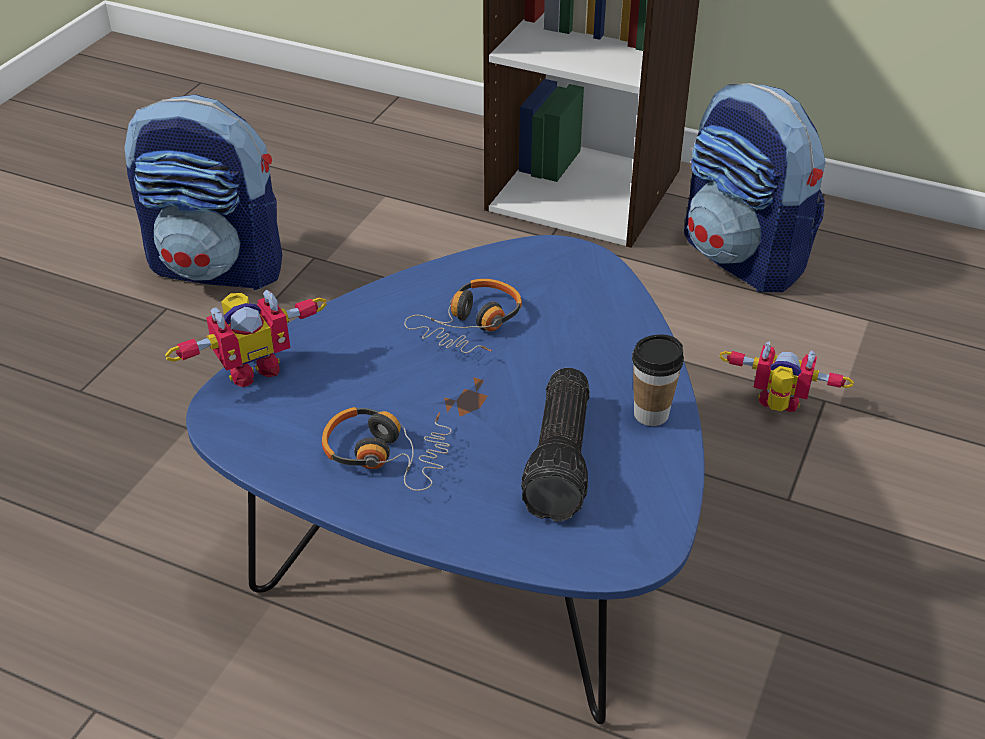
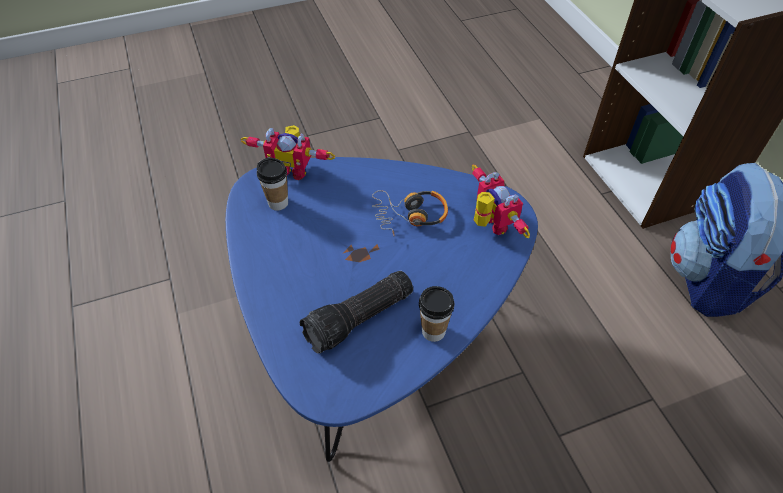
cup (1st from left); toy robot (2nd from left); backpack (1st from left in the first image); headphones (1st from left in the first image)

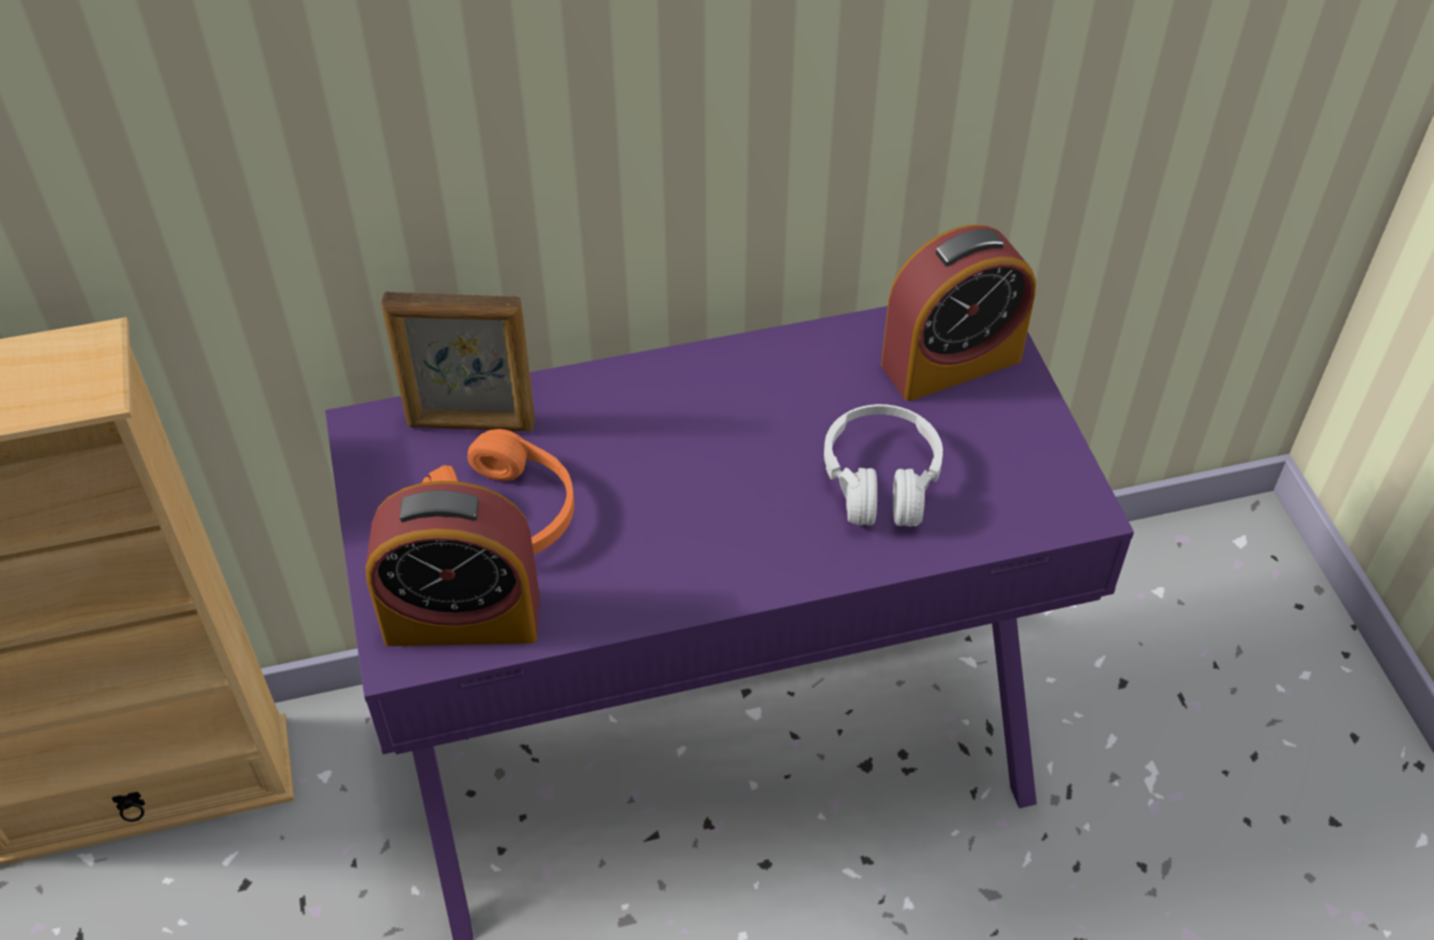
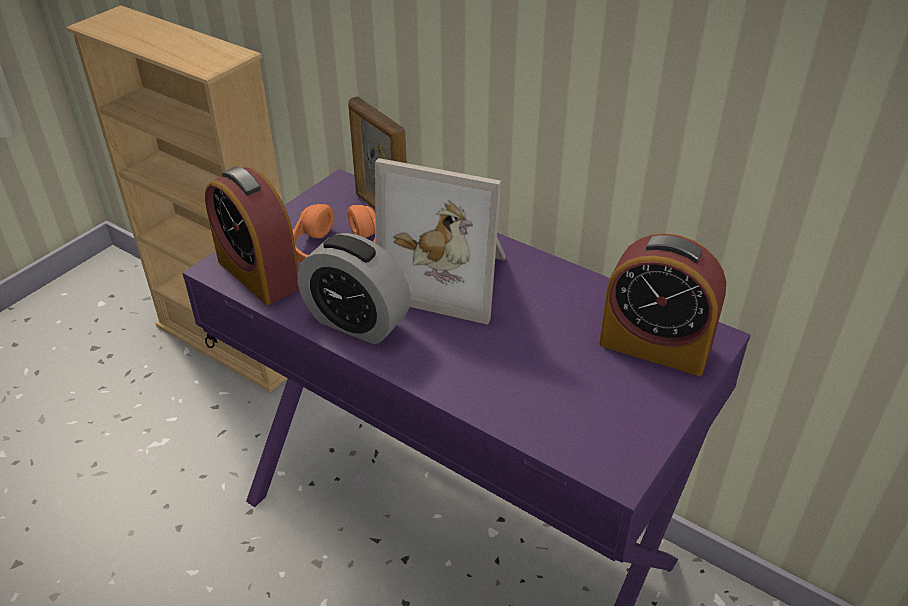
alarm clock (2nd from left); picture frame (2nd from left); white headphones

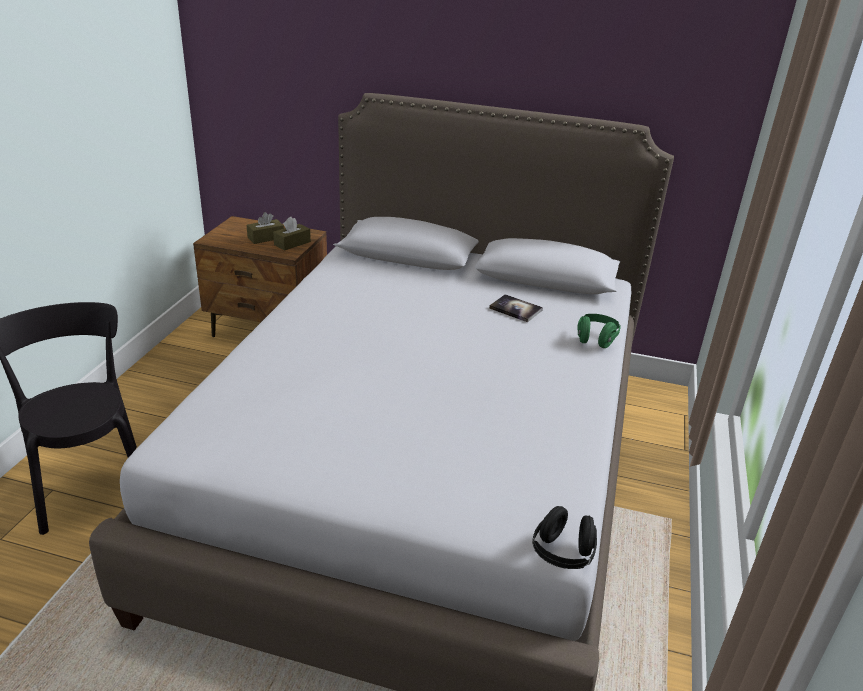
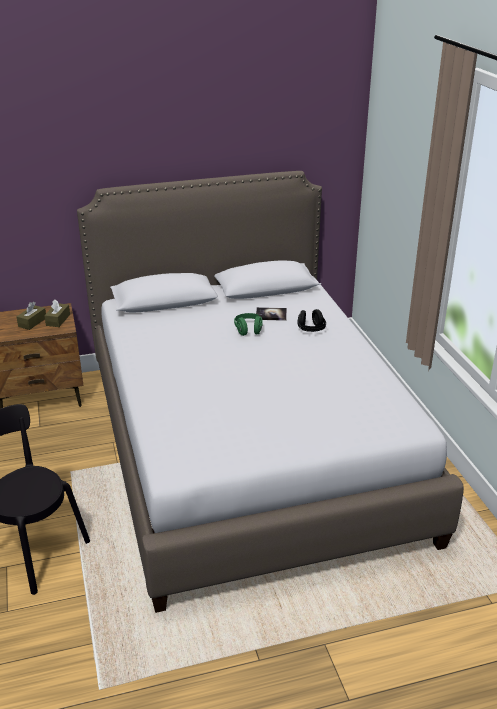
green headphones; black headphones

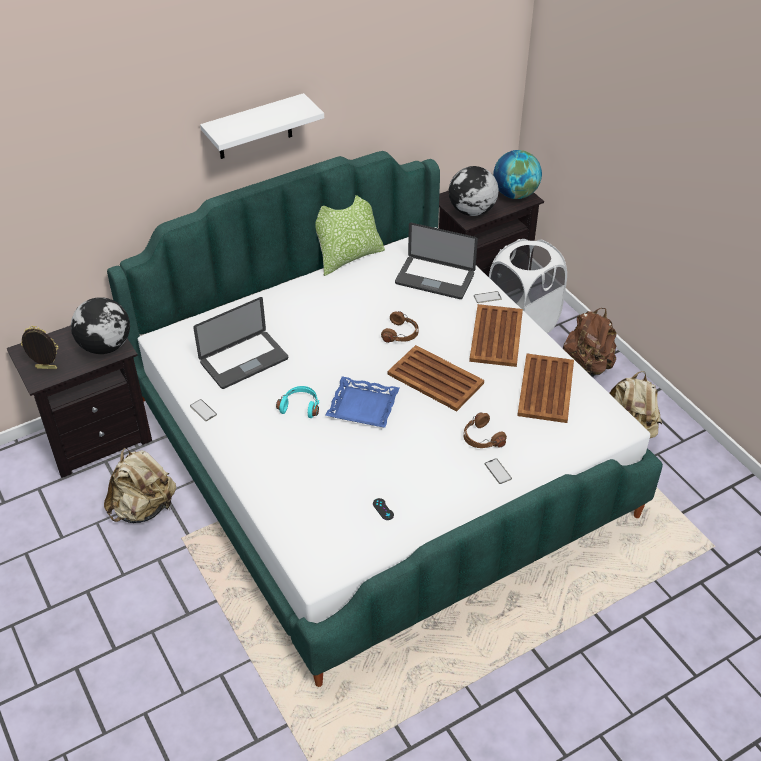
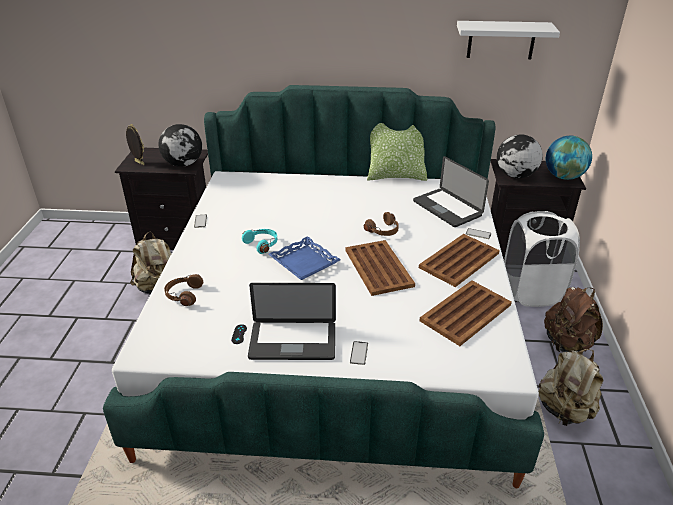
brown headphones (1st from left); laptop (1st from left); white shelf

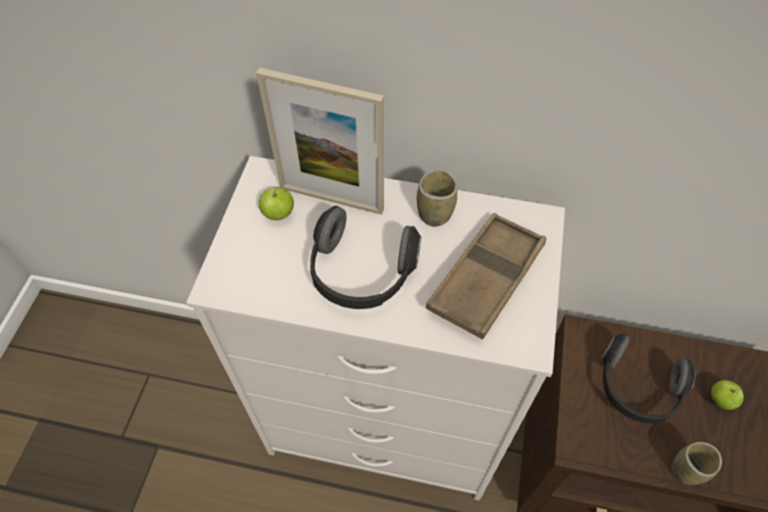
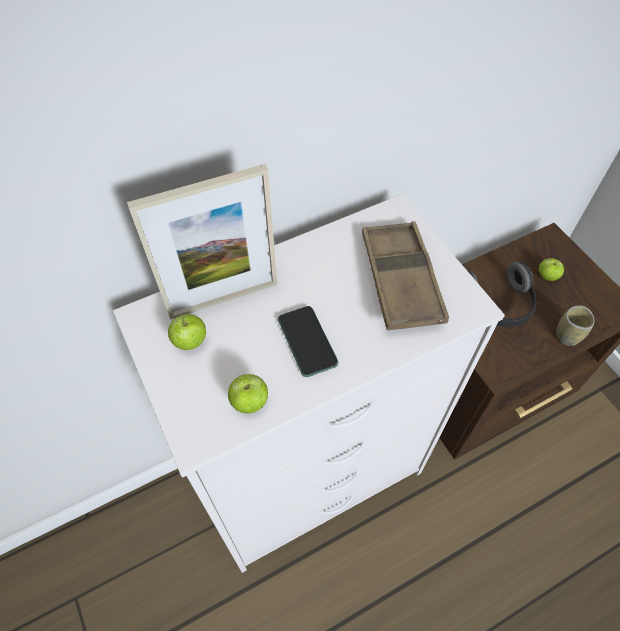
apple (2nd from left); phone; cup (1st from left in the first image)

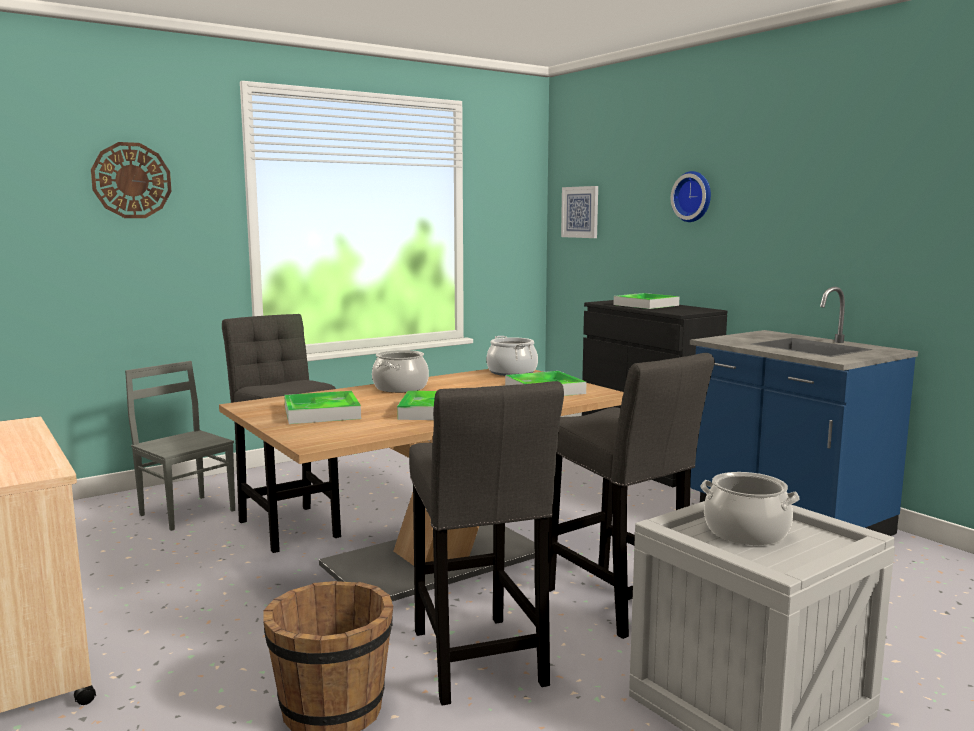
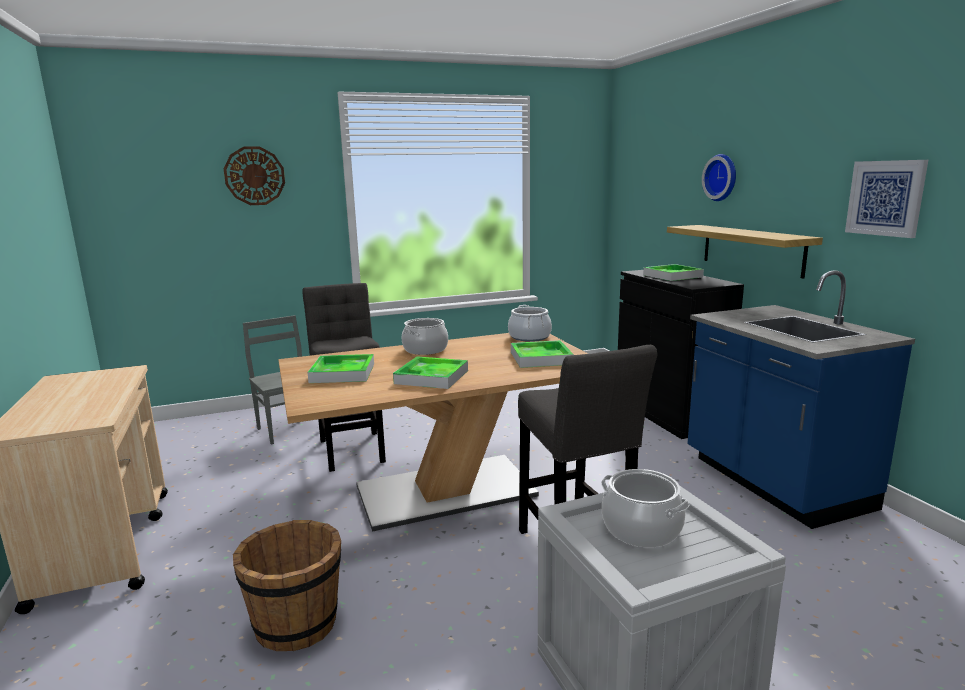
shelf; picture; grey stool (2nd from left in the first image)

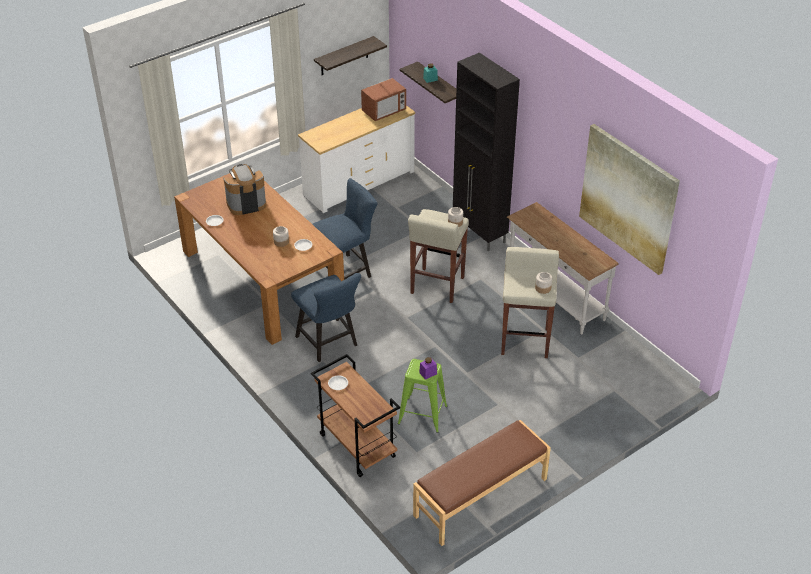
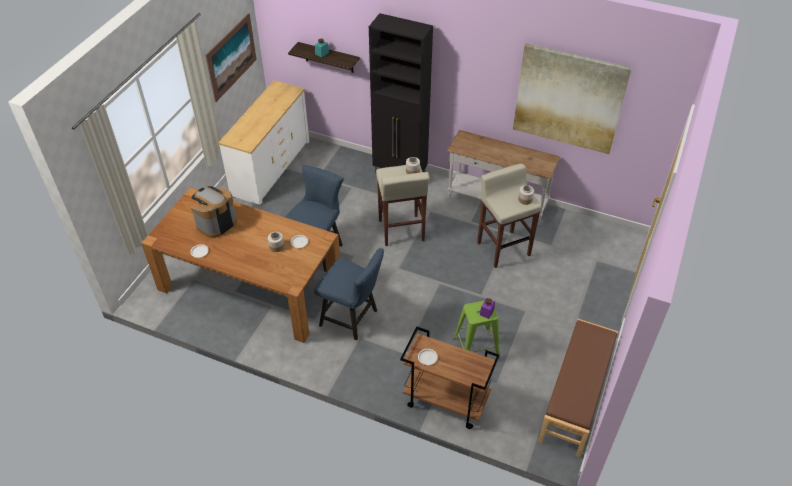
picture (1st from left); microwave

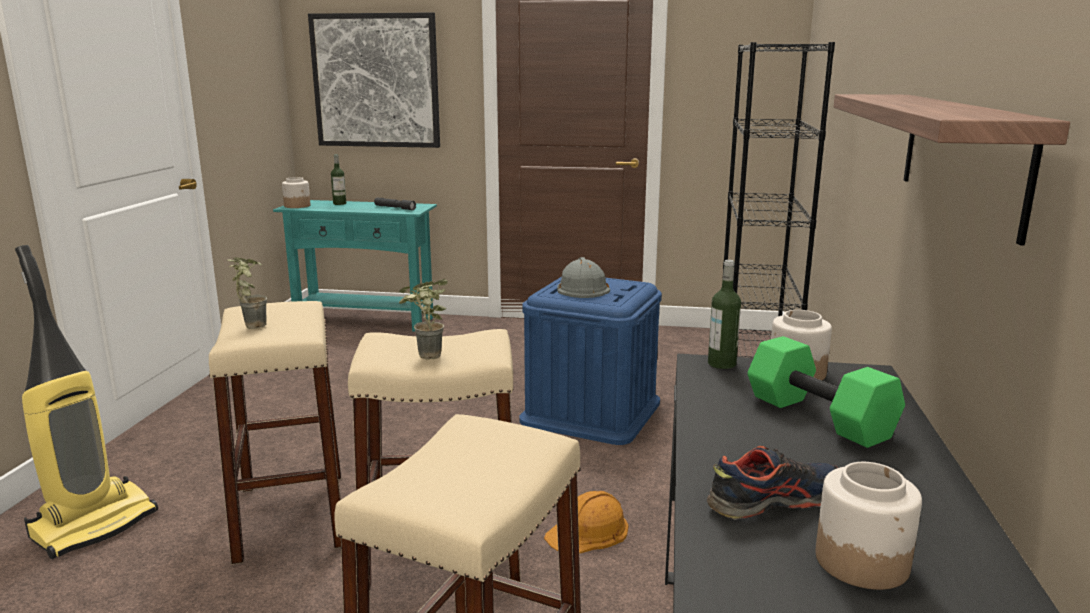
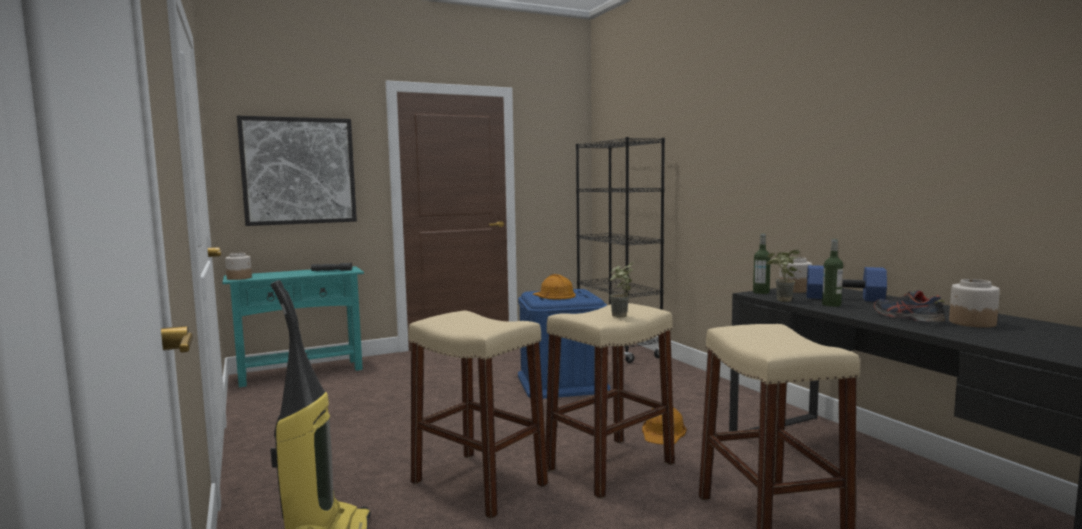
orange hard hat (1st from left); potted plant (2nd from left); blue dumbbell; bottle (2nd from left); shoe; shelf

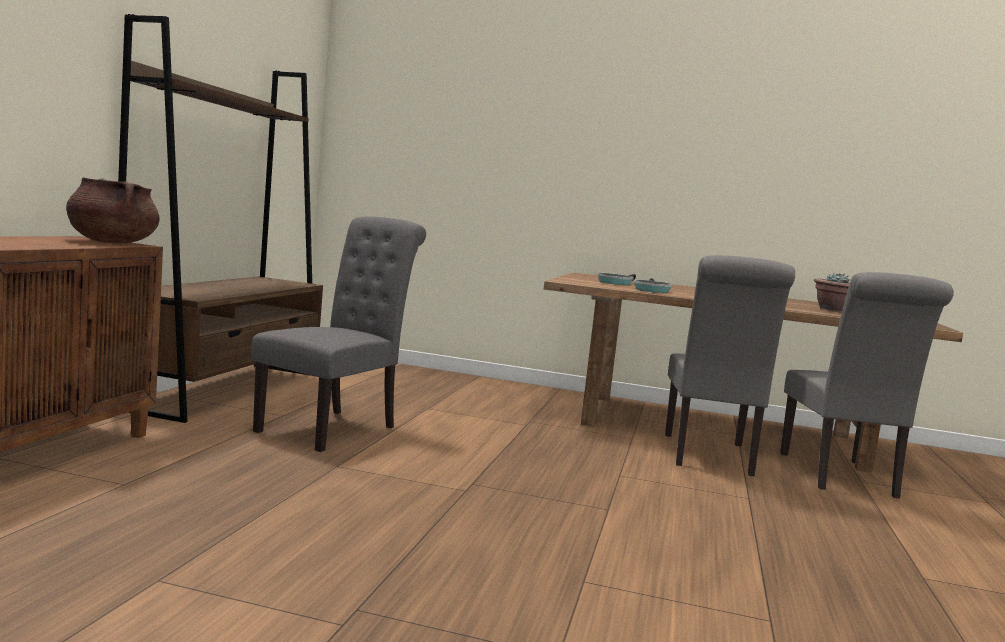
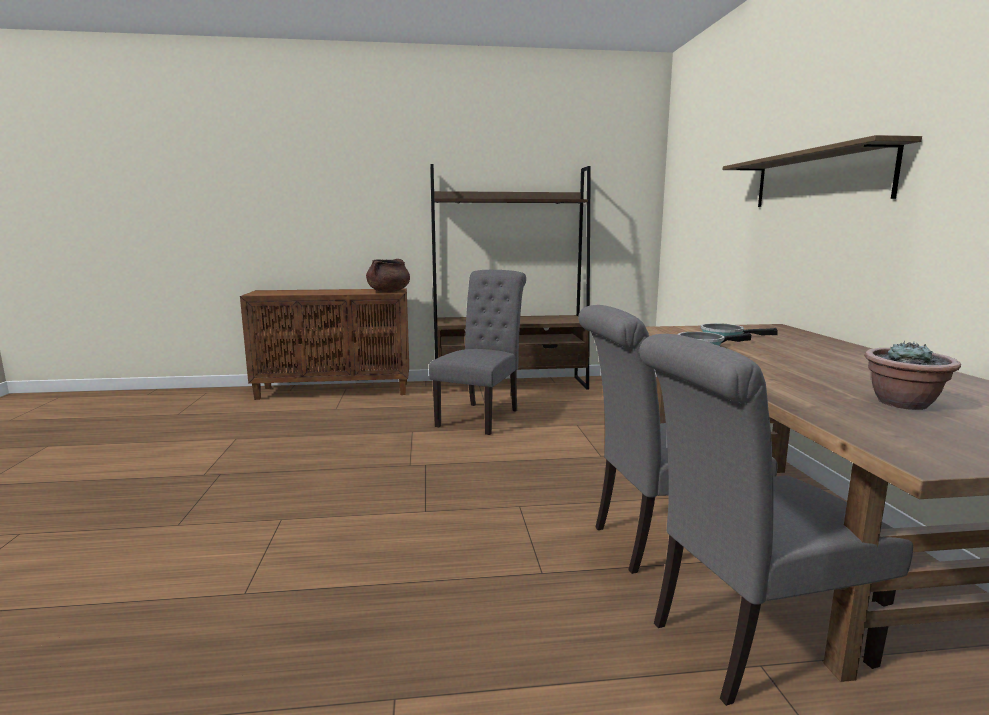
grey chair (1st from left); shelf

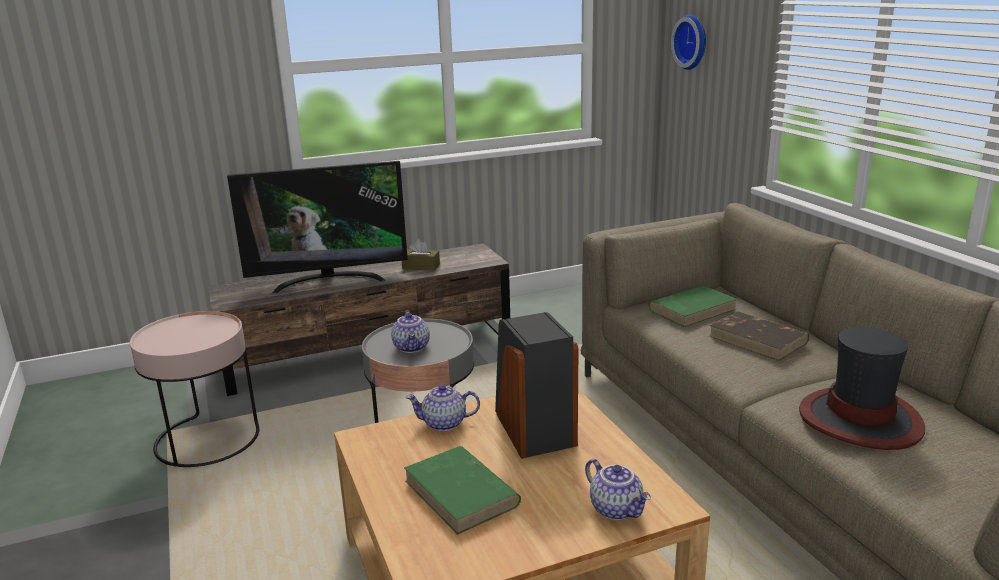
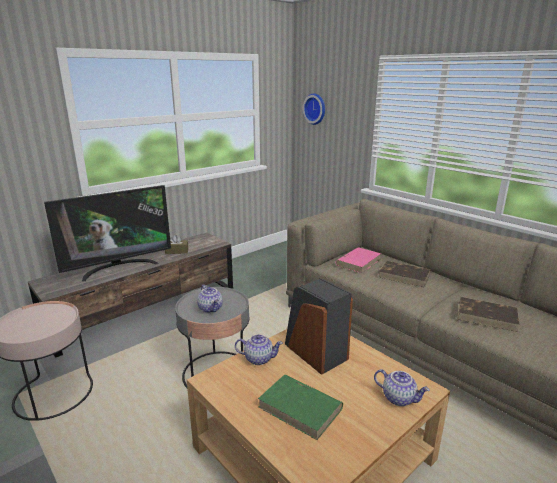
teapot (2nd from left); pink book; brown book (2nd from left)

